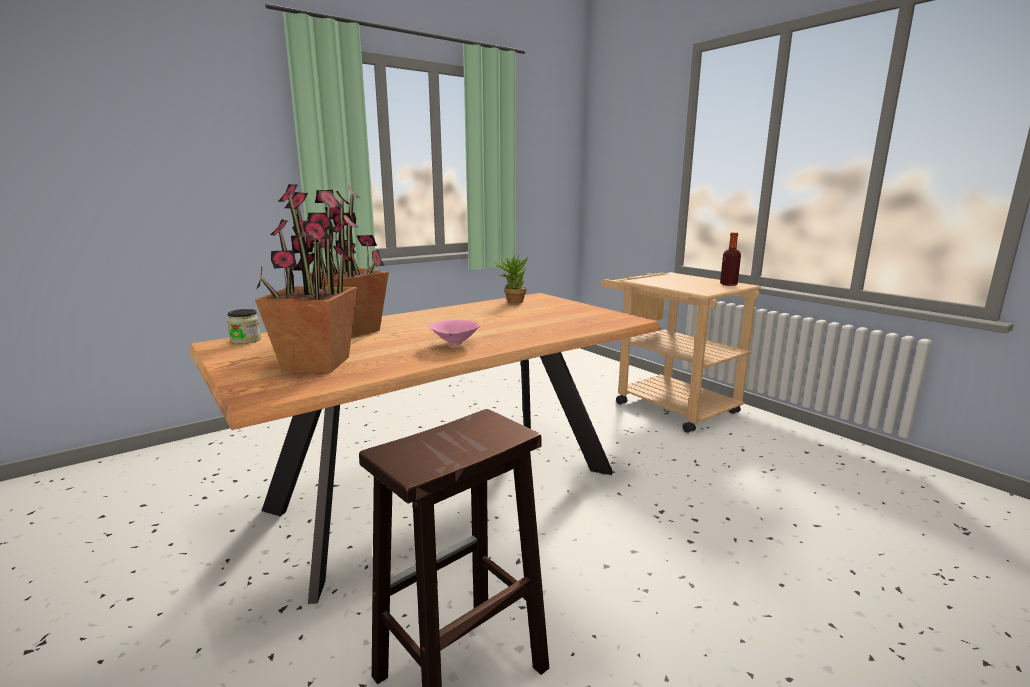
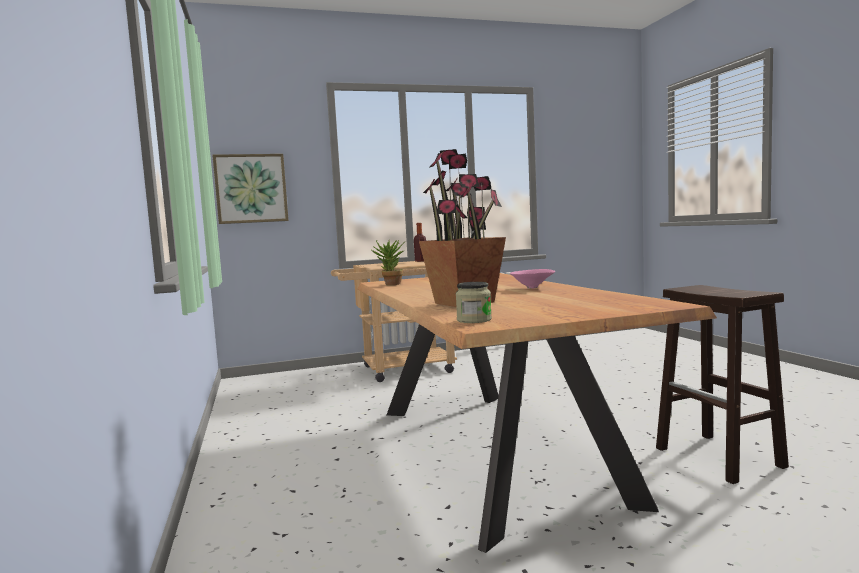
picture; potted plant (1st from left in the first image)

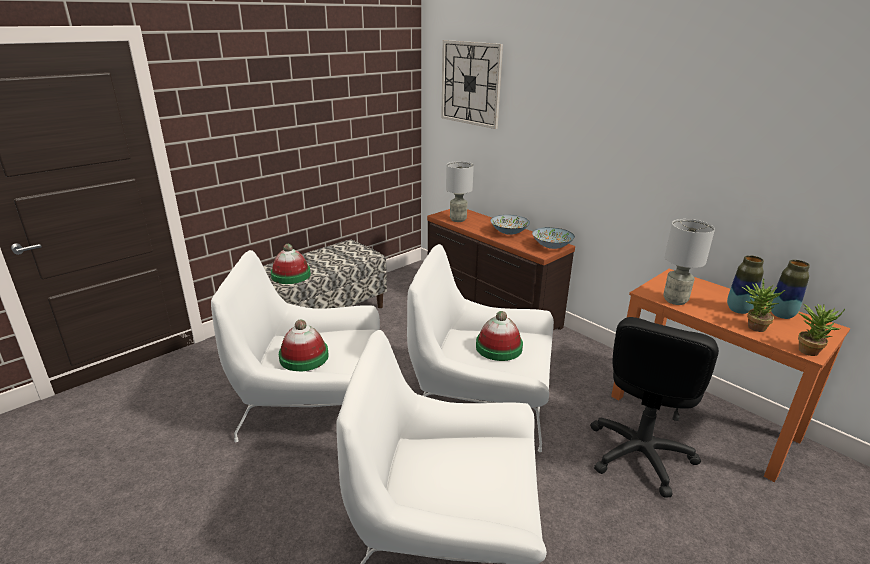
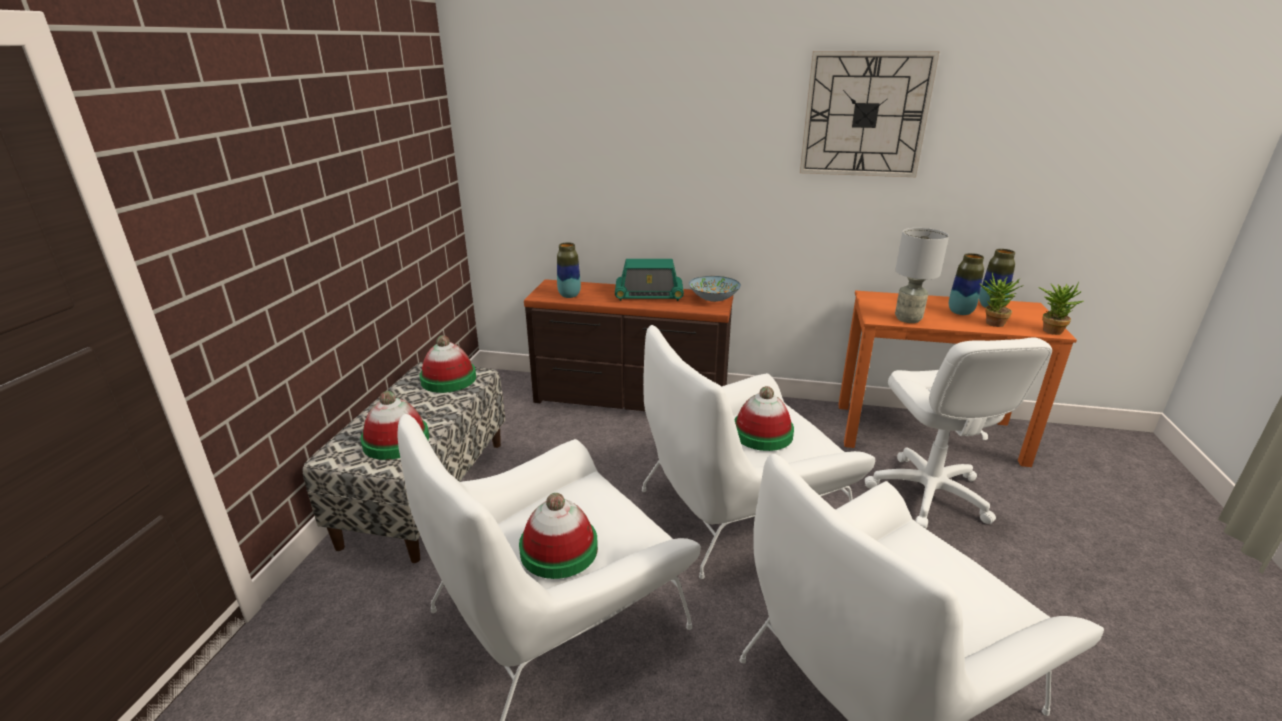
hat (2nd from left); vase (1st from left); radio; wall clock; white office chair

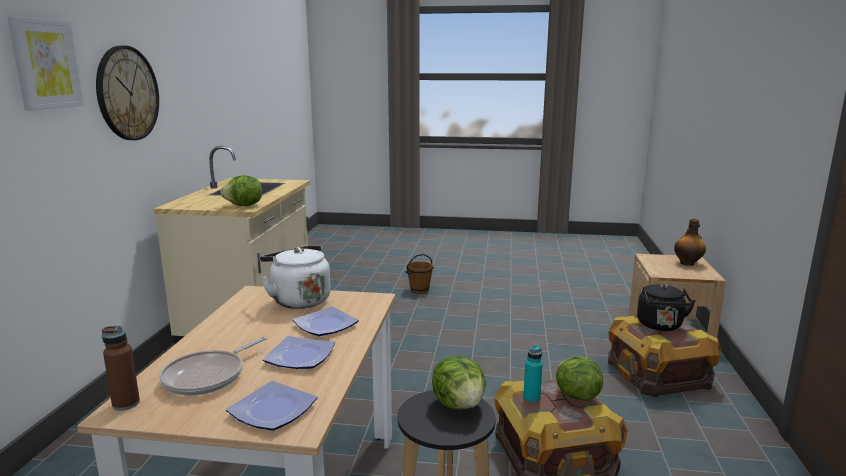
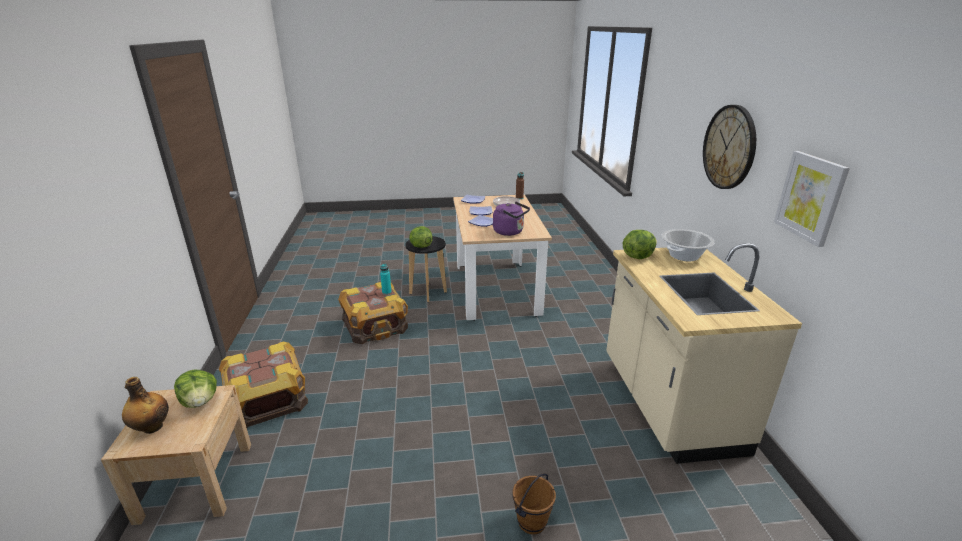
lettuce (1st from left); purple kettle; cooking pot; picture; black kettle

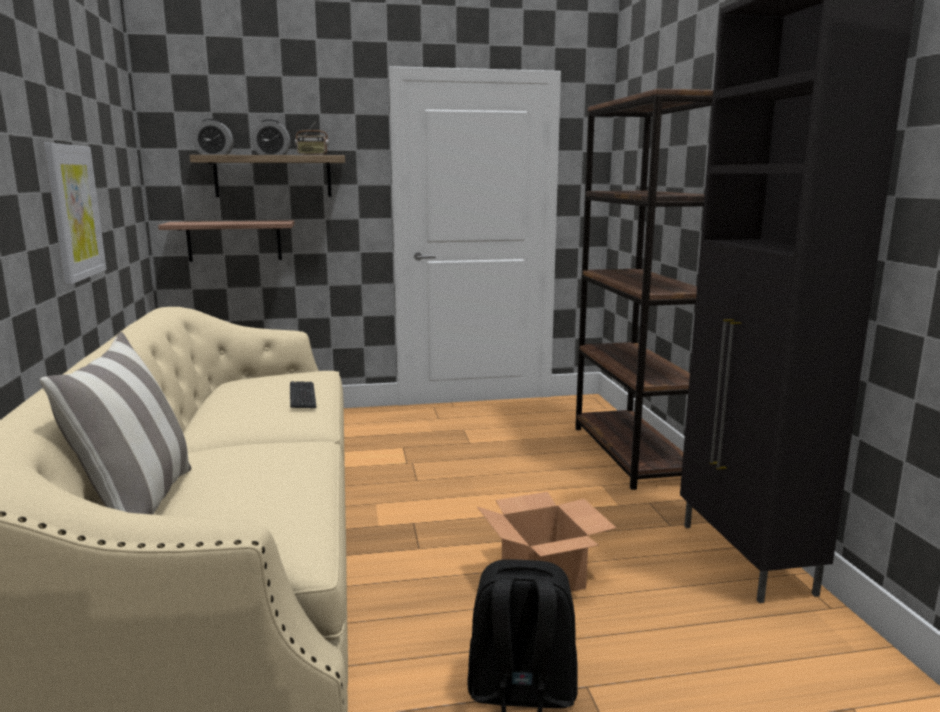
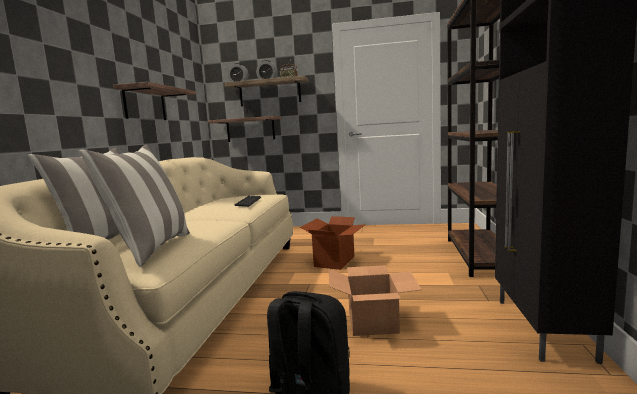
pillow (2nd from left); shelf (1st from left); cardboard box (1st from left)

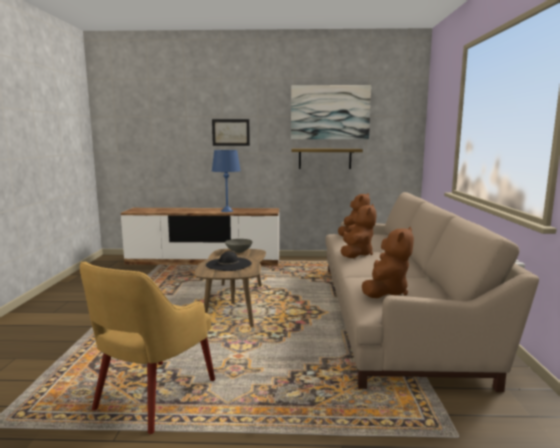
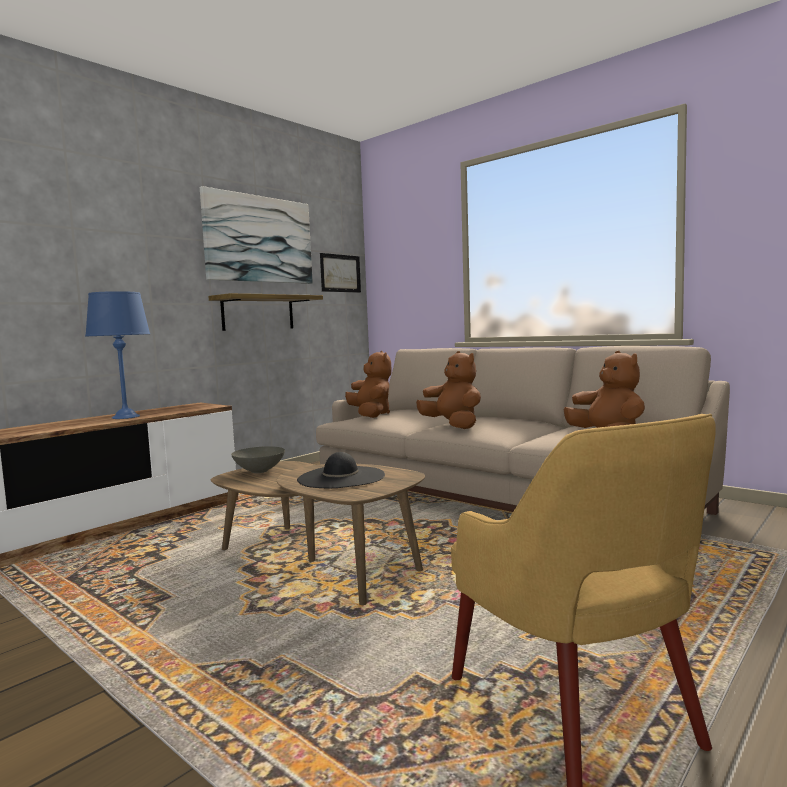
picture (2nd from left)

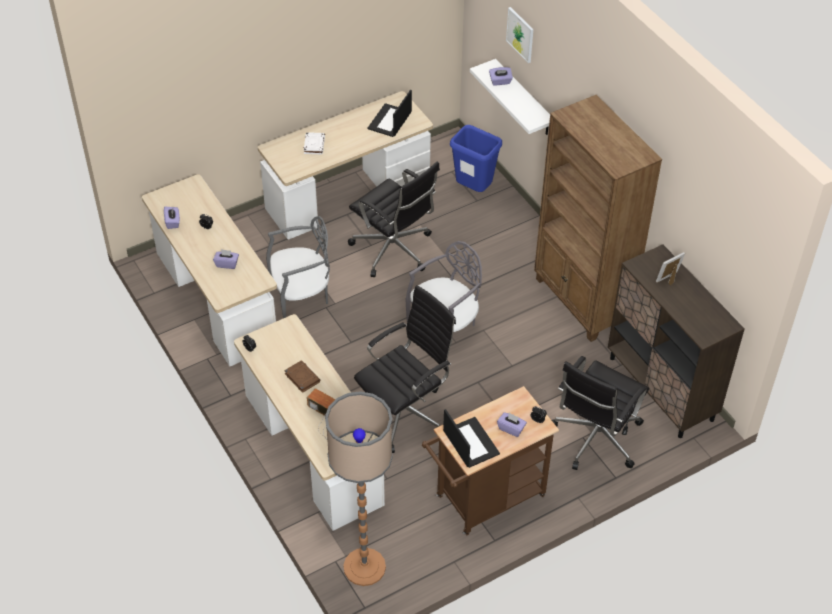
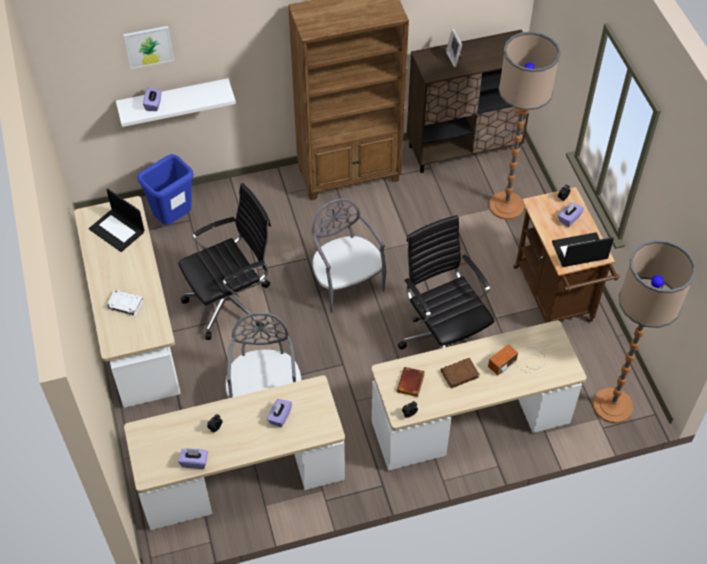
brown book (1st from left); floor lamp (1st from left)

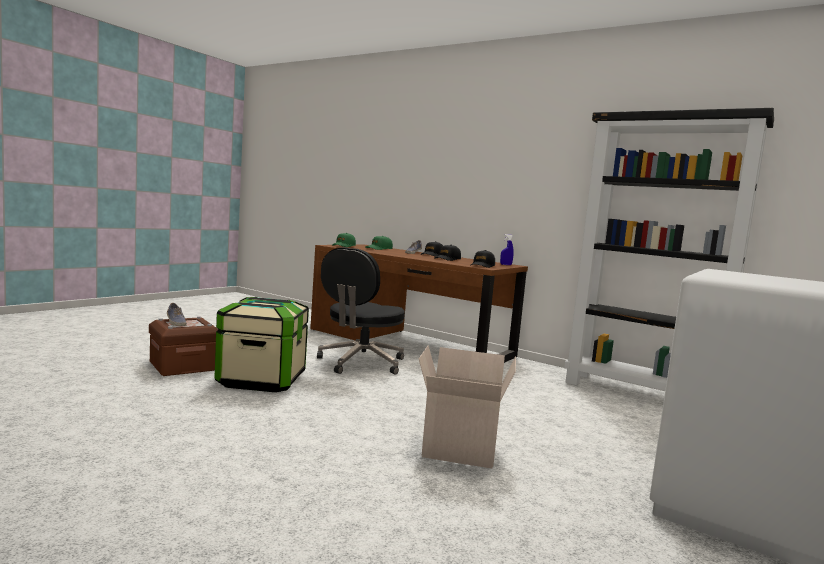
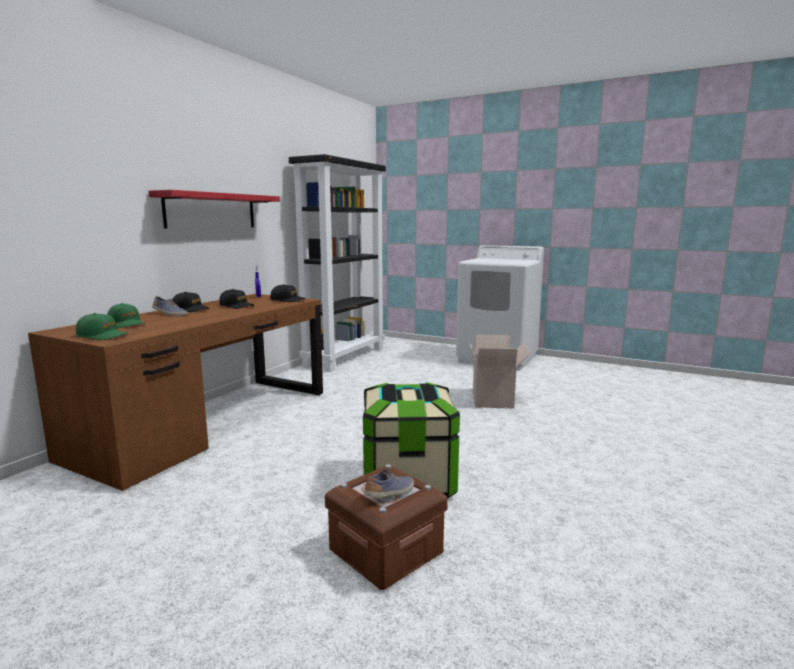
red shelf; black office chair

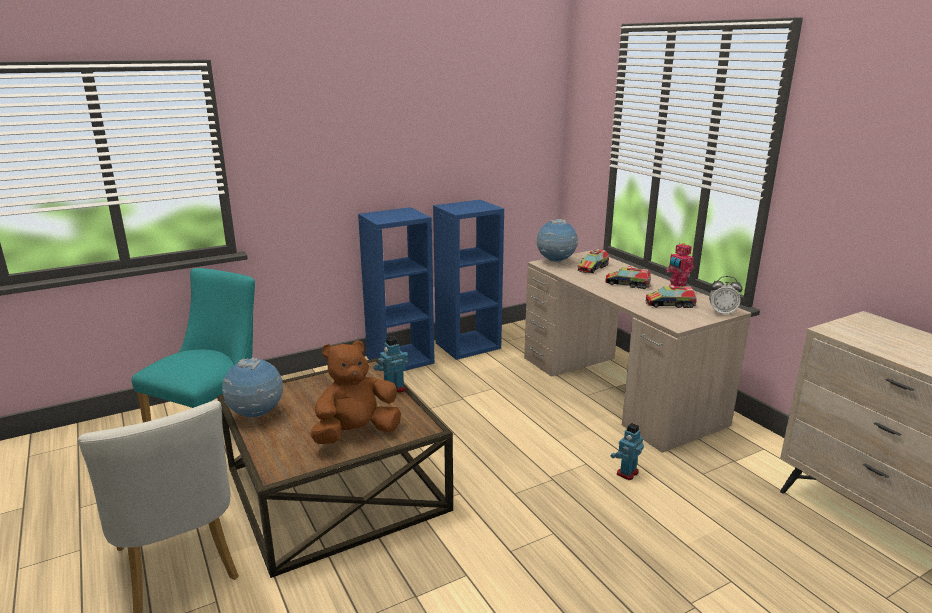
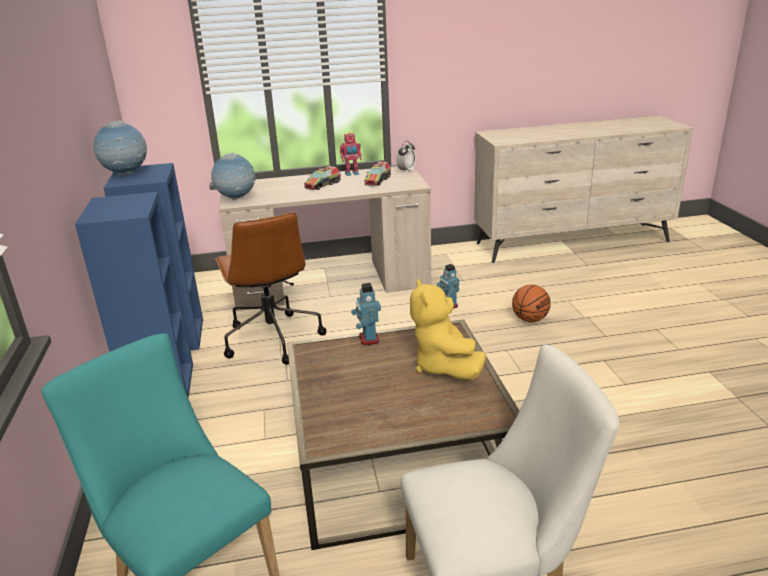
globe (1st from left); brown office chair; yellow plush toy; basketball; toy truck (1st from left in the first image)

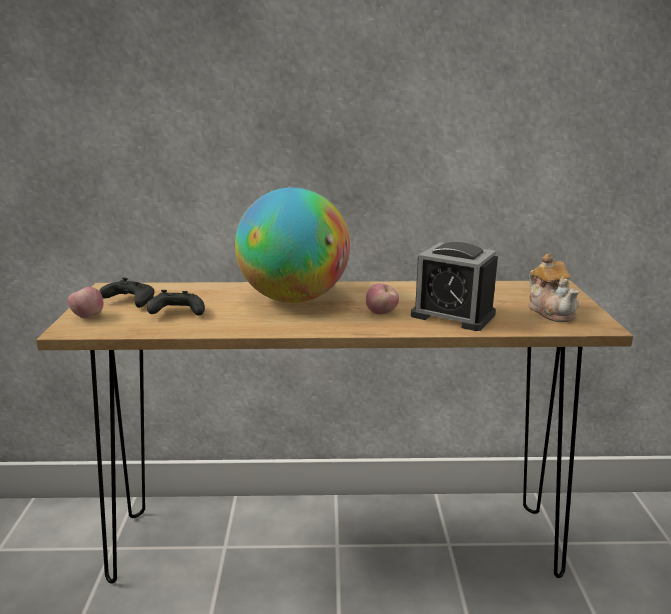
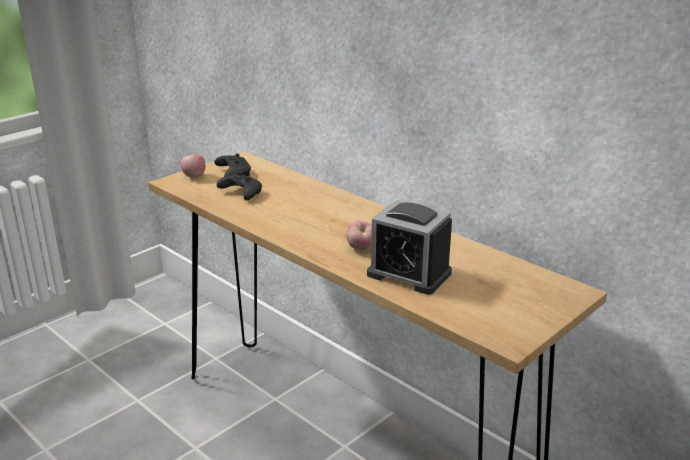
alarm clock; globe; teapot

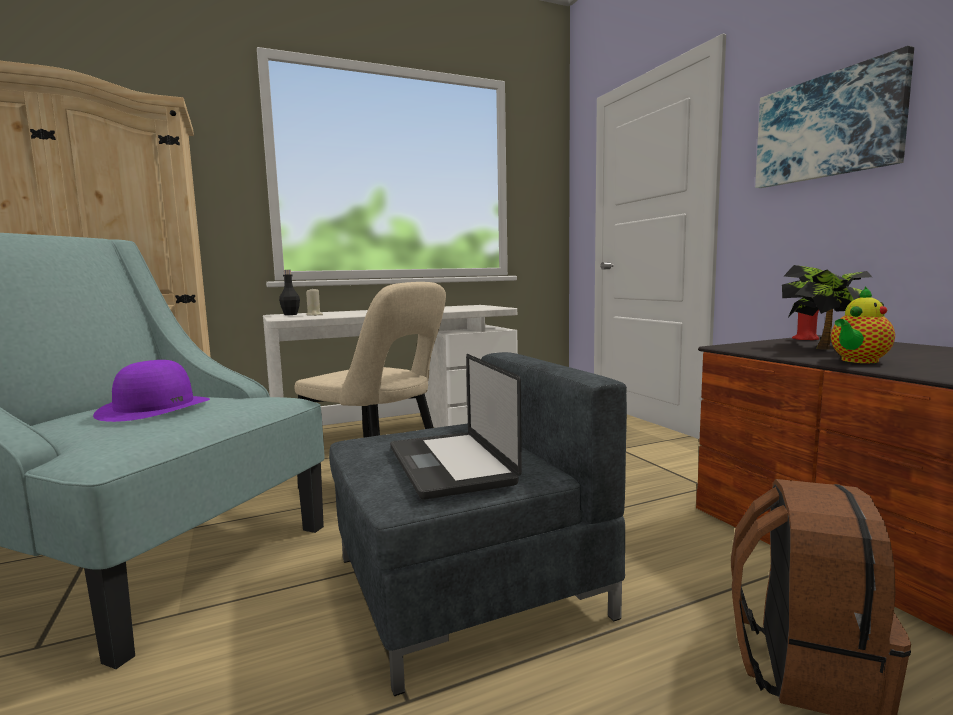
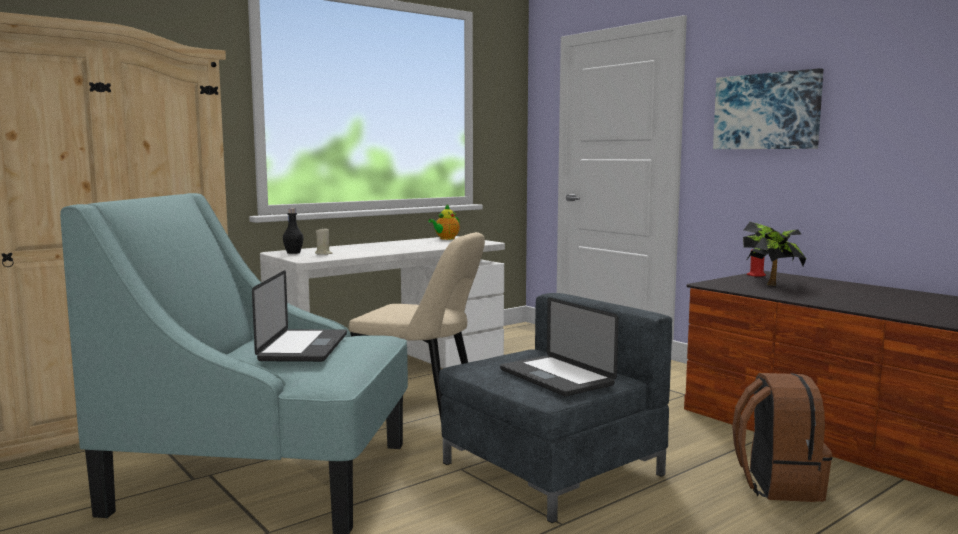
laptop (1st from left); teapot

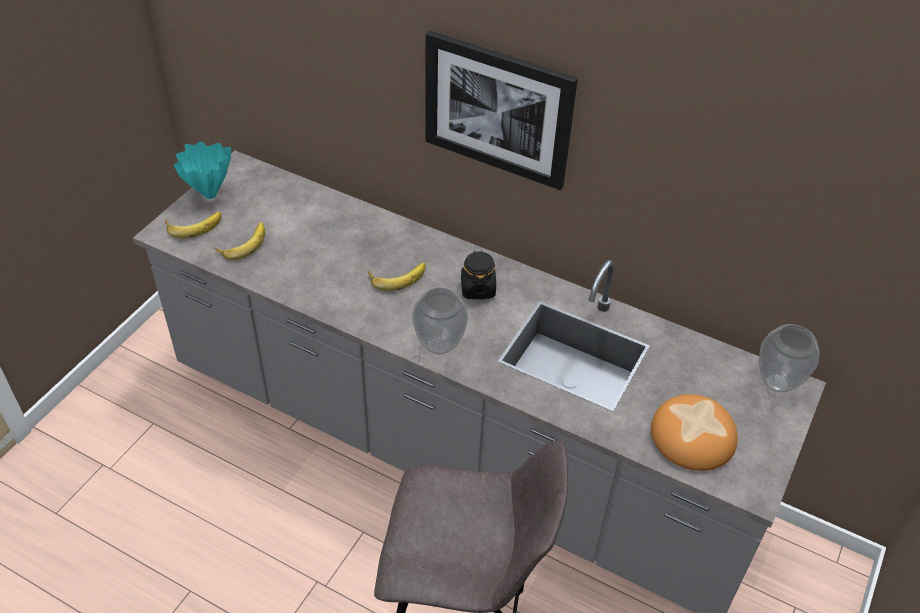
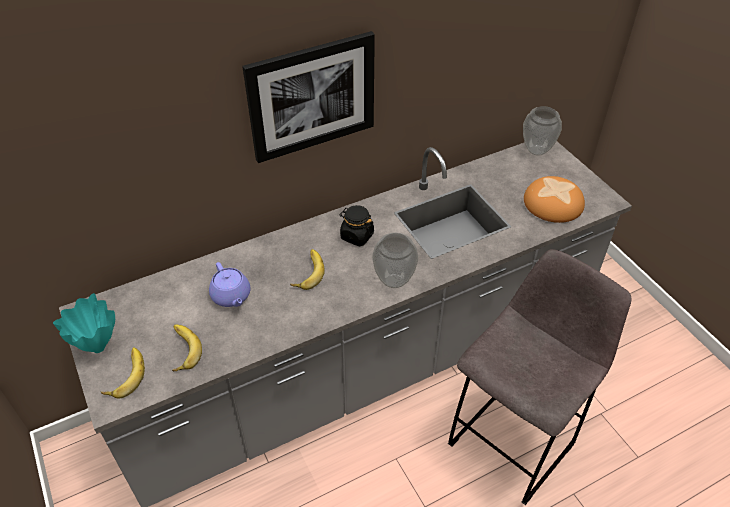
purple teapot

